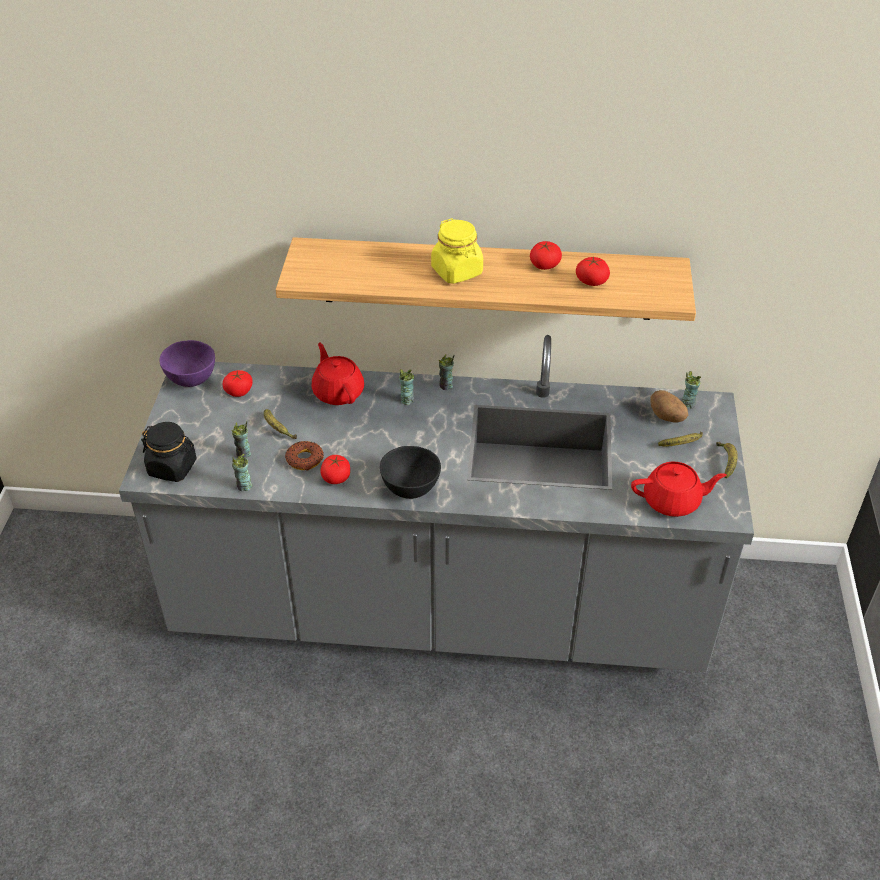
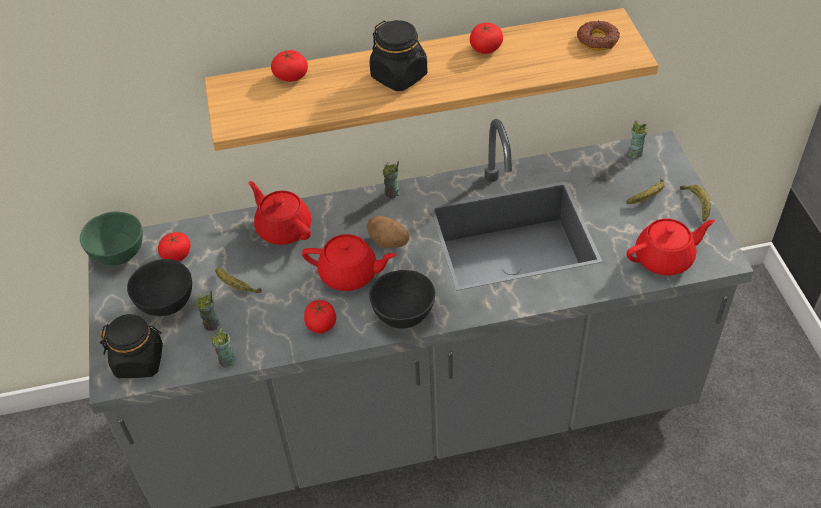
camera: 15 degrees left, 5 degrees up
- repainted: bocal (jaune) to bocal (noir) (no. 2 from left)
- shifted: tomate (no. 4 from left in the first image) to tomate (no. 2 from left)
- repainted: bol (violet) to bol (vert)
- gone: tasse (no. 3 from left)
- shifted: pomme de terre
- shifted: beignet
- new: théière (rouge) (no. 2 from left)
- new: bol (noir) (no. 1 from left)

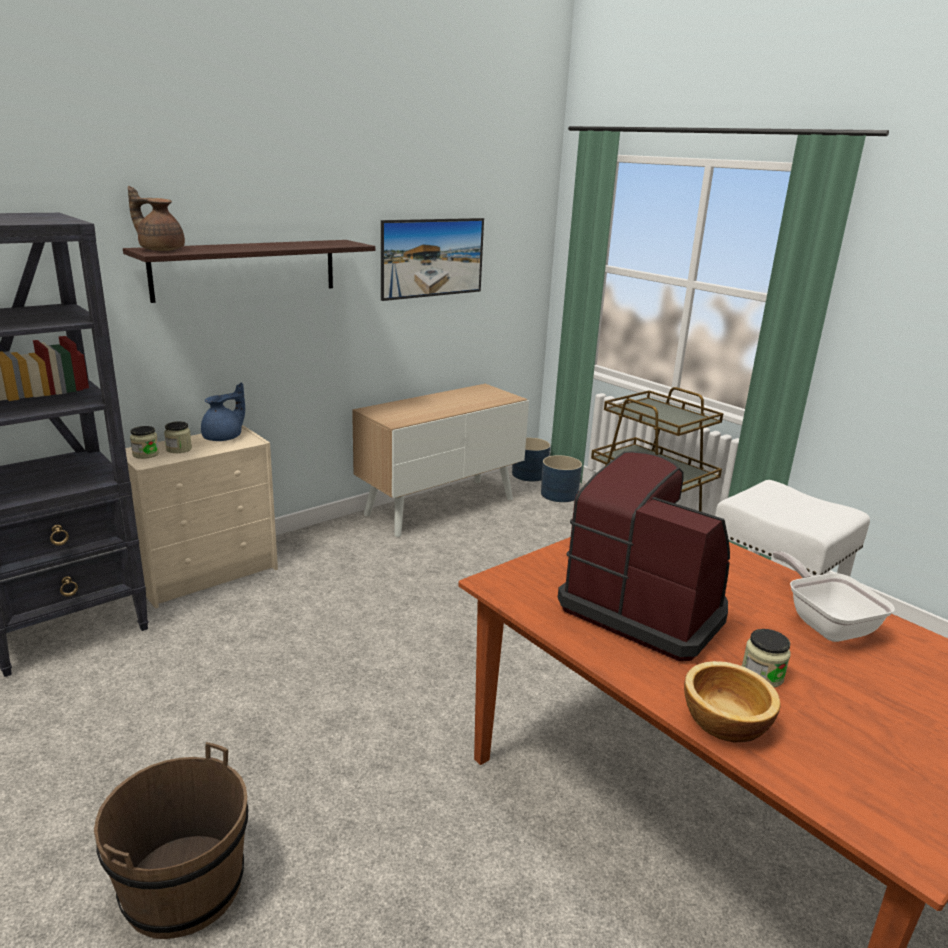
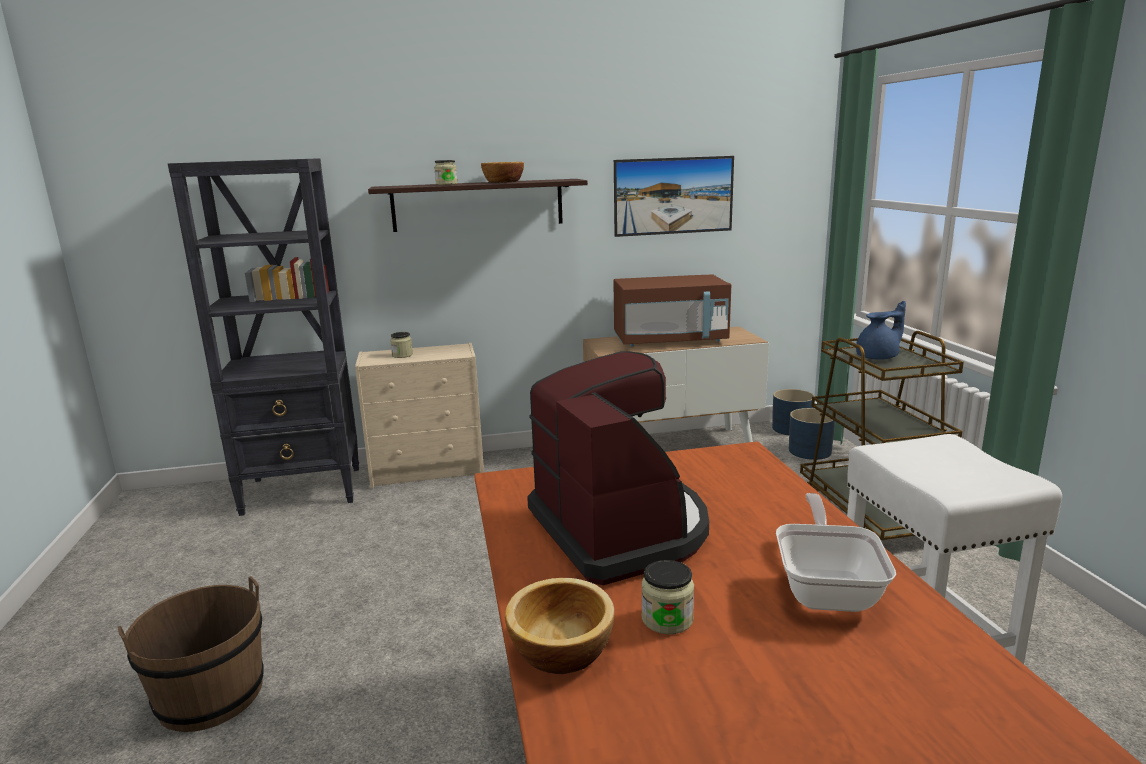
camera: 30 degrees right, 5 degrees down
- gone: théière (marron)
- shifted: théière (bleu)
- shifted: bocal (no. 1 from left in the first image) to bocal (no. 2 from left)
- new: bol (no. 1 from left)
- new: micro-ondes (marron)

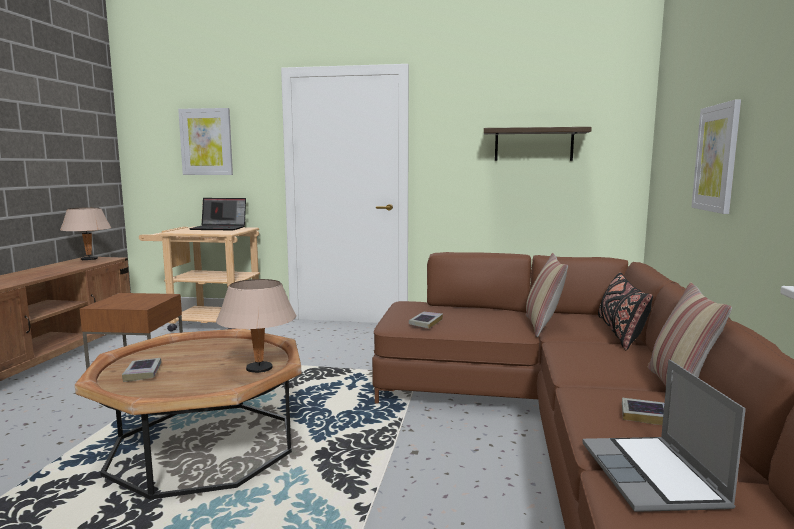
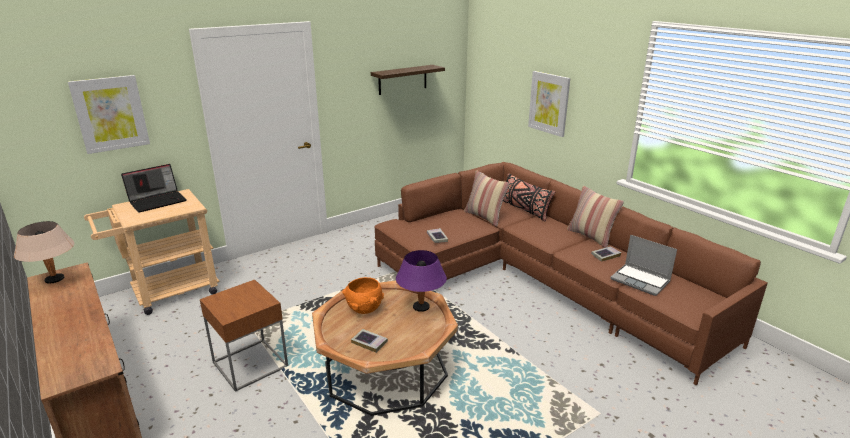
camera: 45 degrees left, 15 degrees up
- repainted: lampe de table (beige) (no. 2 from left) to lampe de table (violet)
- new: bol (orange)

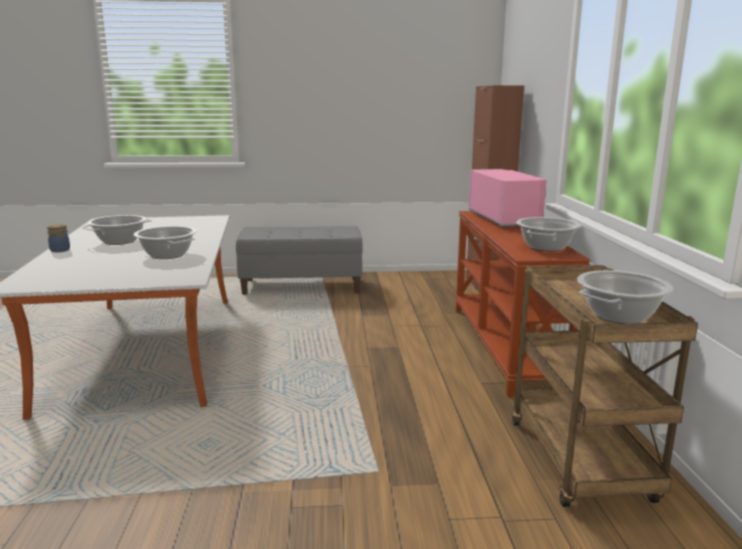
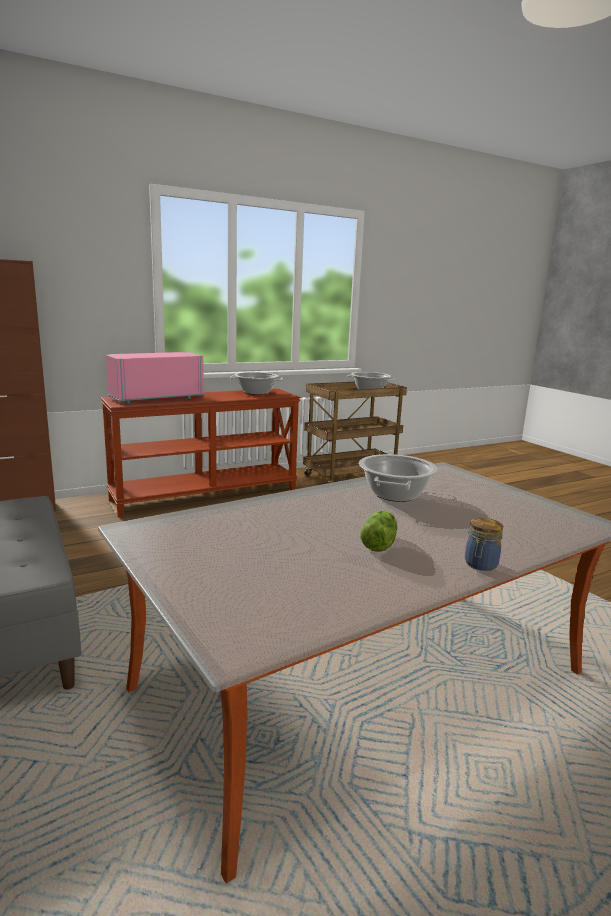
camera: 115 degrees left, 0 degrees up
- swapped: marmite (no. 1 from left) to laitue

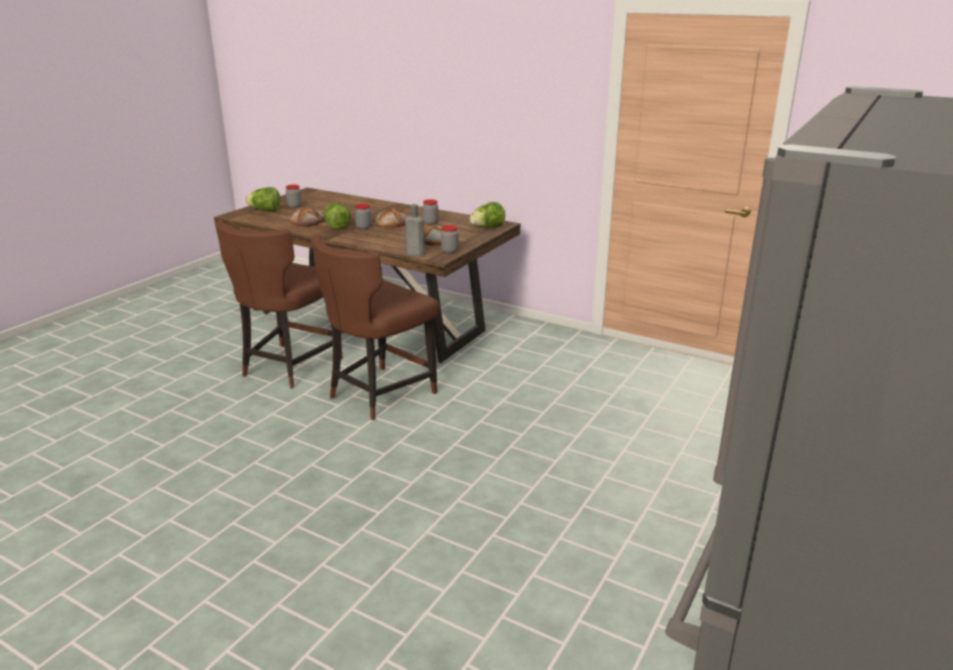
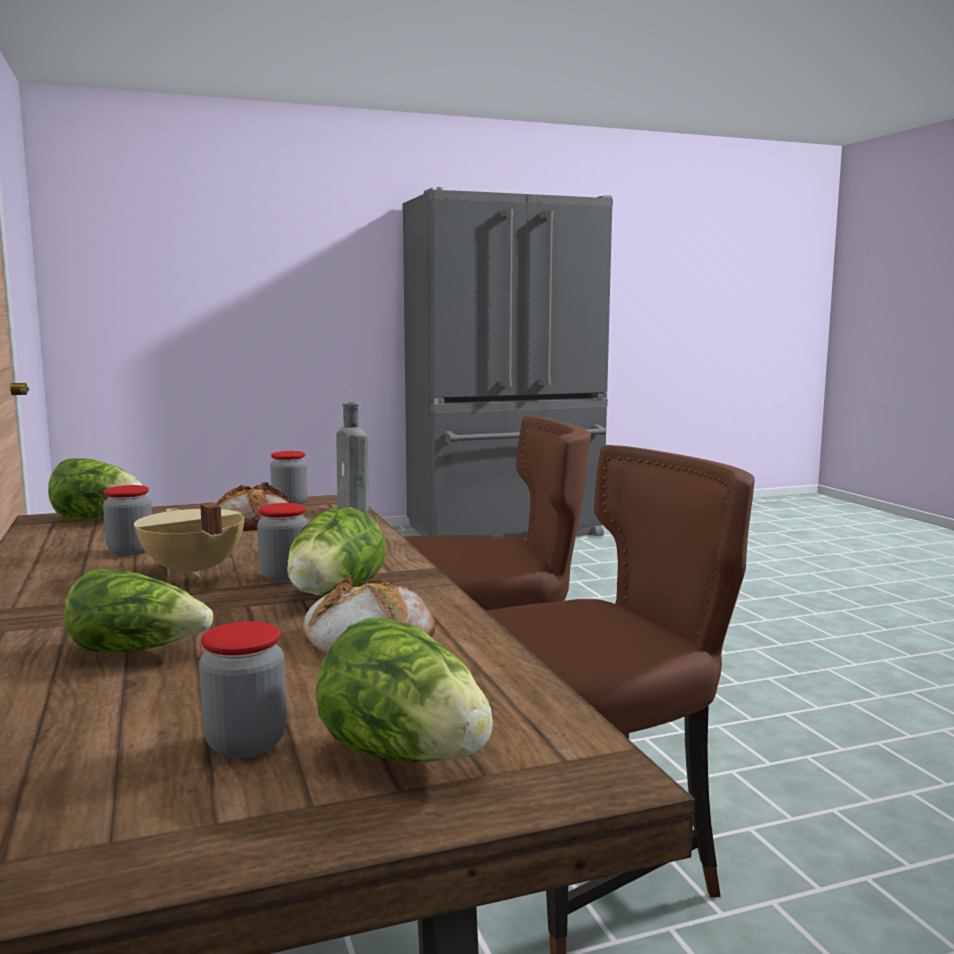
camera: 140 degrees left, 15 degrees down
- swapped: pain (no. 2 from left) to marmite (beige)
- new: laitue (no. 2 from left)

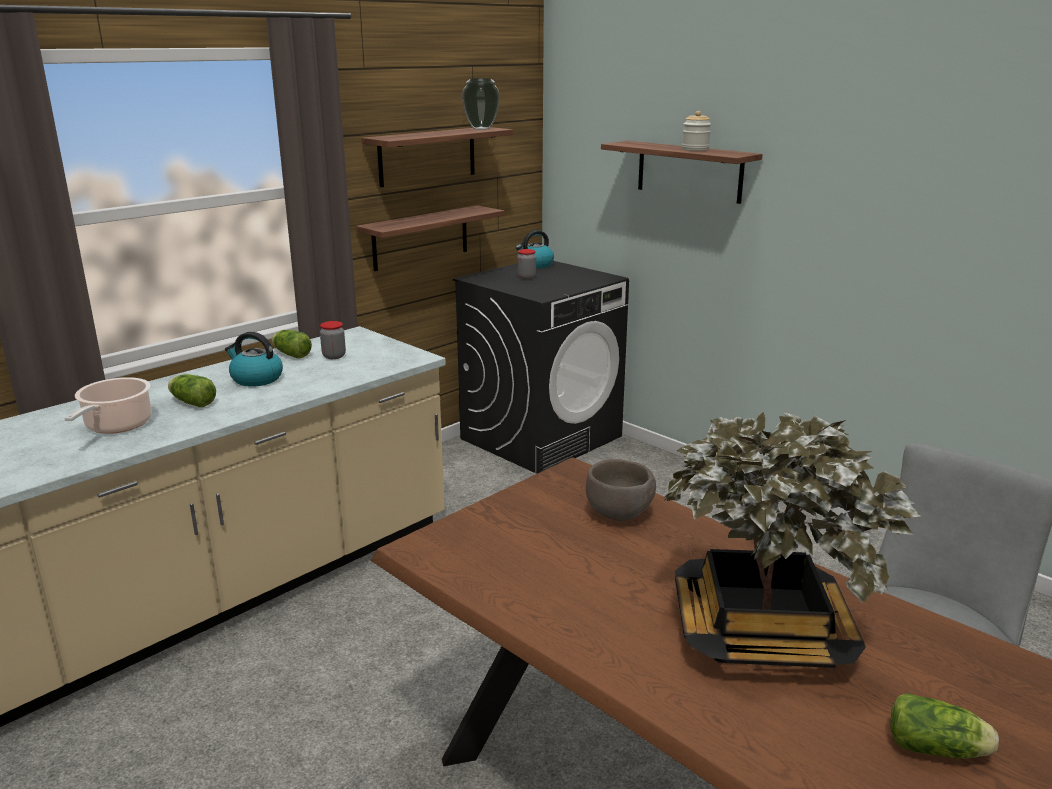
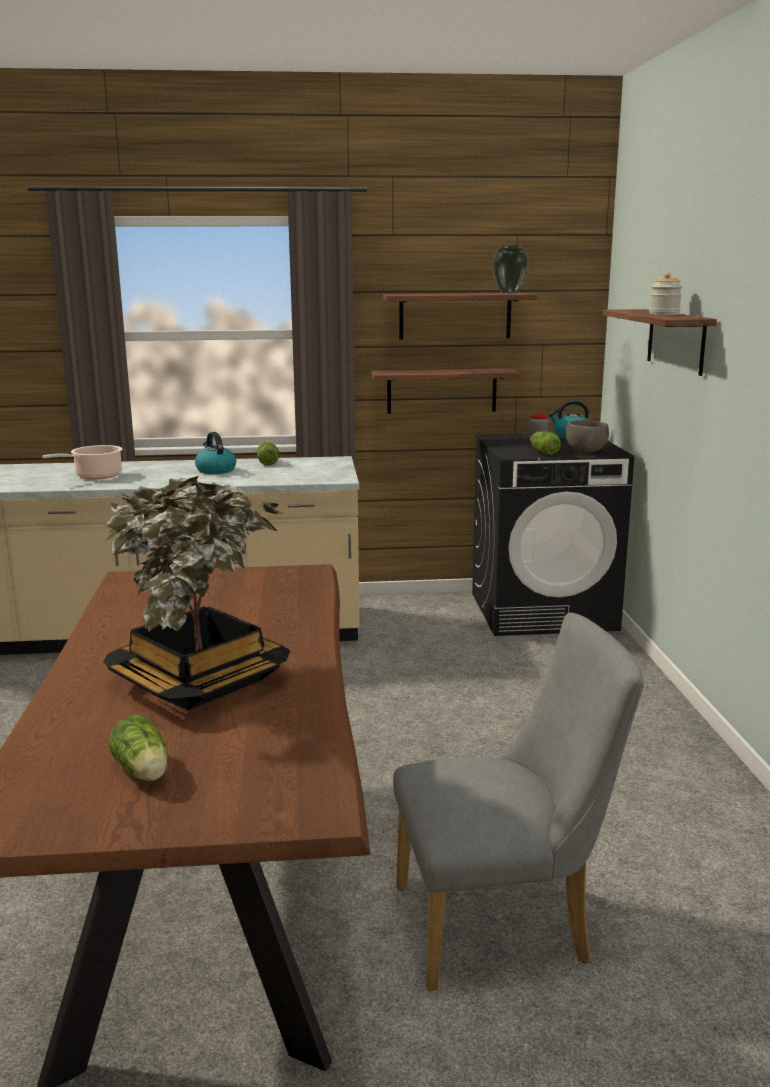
camera: 40 degrees right, 5 degrees down
- gone: bocal (no. 1 from left)
- shifted: laitue (no. 1 from left in the first image) to laitue (no. 3 from left)
- shifted: bol (marron)

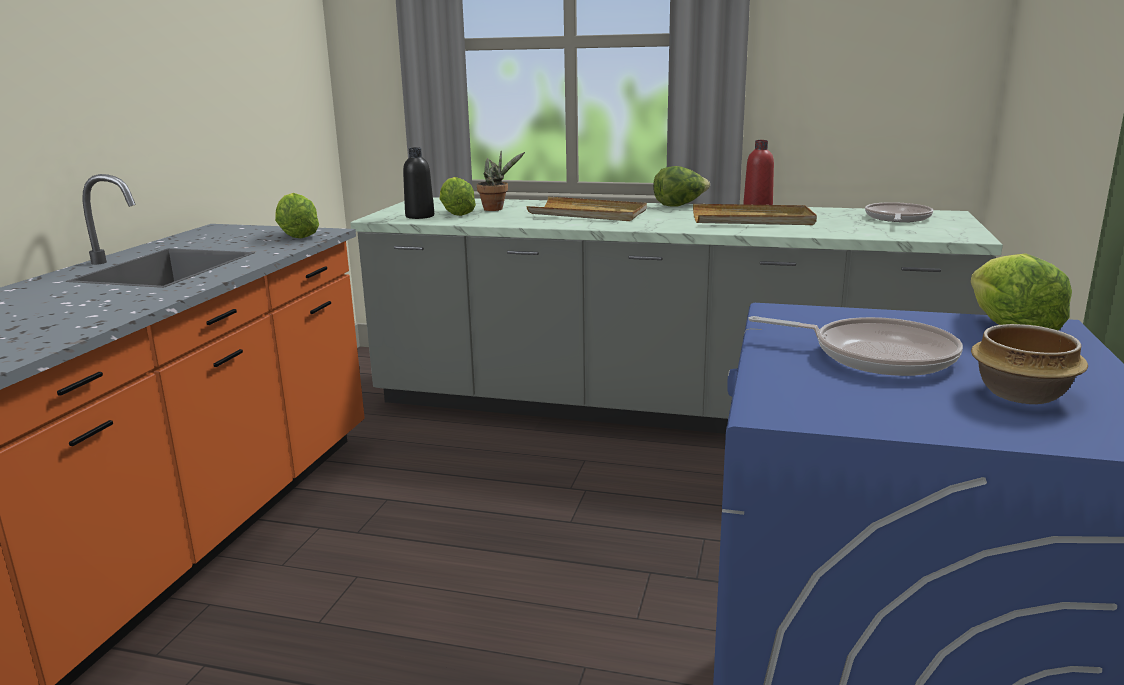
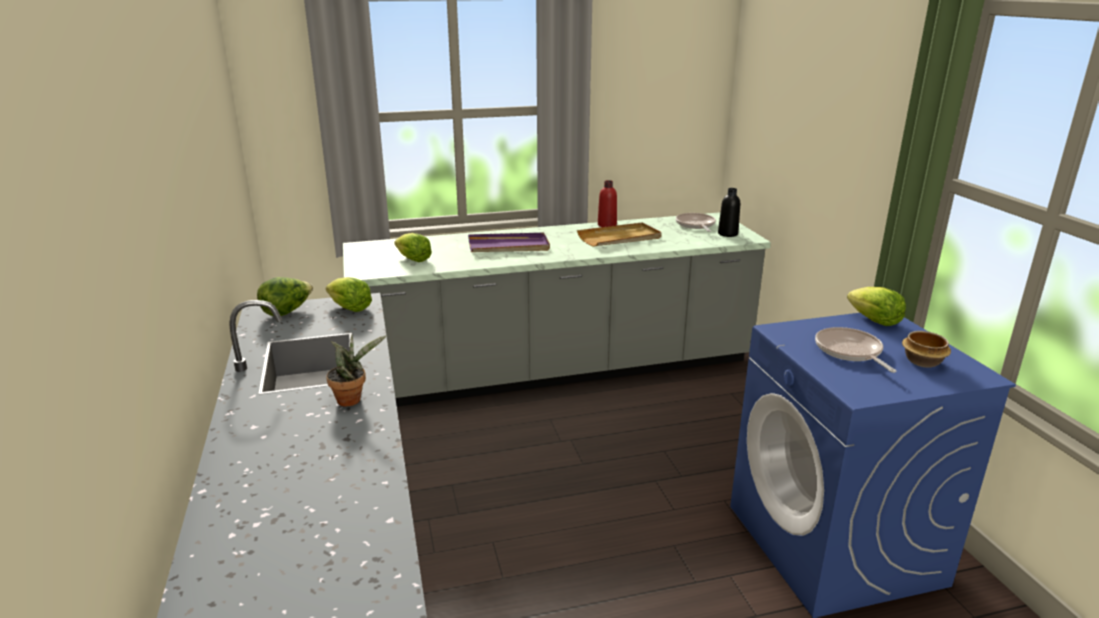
camera: 30 degrees left, 5 degrees up
- shifted: bouteille (noir)
- shifted: plante en pot
- shifted: laitue (no. 3 from left in the first image) to laitue (no. 1 from left)
- repainted: plateau (beige) (no. 1 from left) to plateau (violet)
- rotated: poêle (no. 1 from left in the first image) 105 degrees counterclockwise

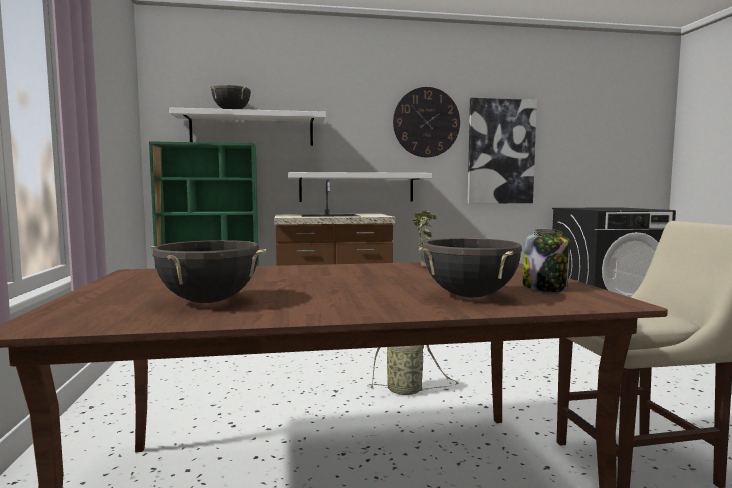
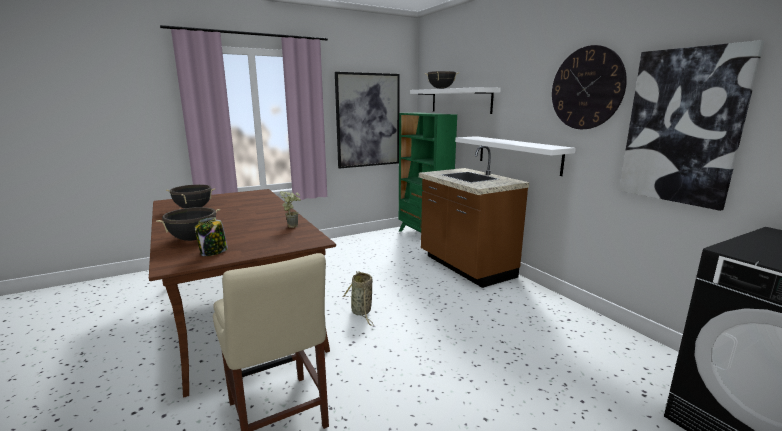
camera: 70 degrees right, 10 degrees up
- new: tableau (no. 1 from left)

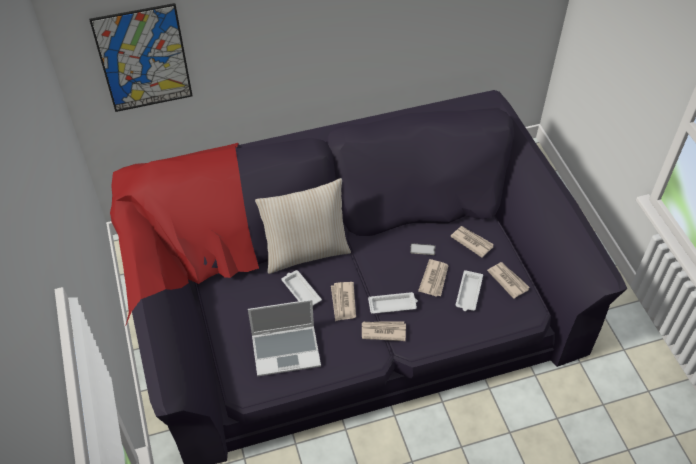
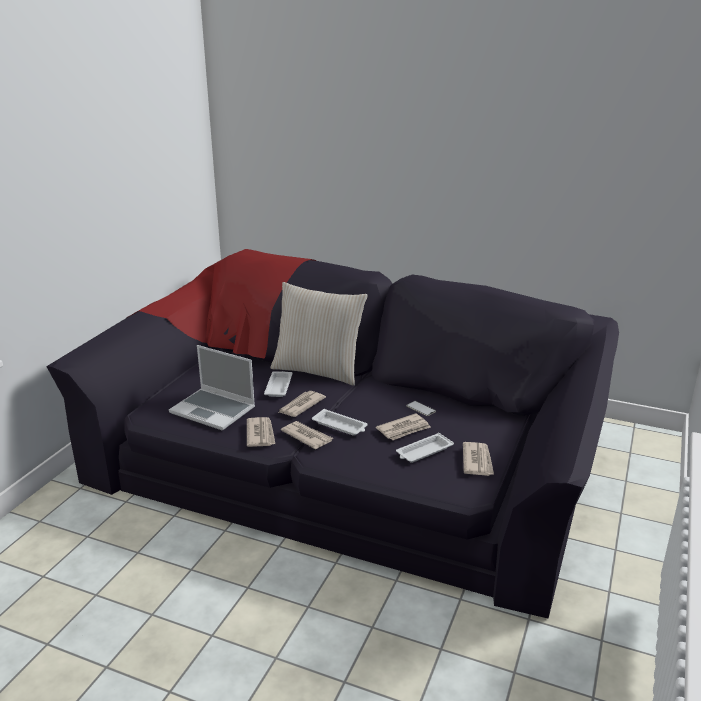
camera: 40 degrees right, 25 degrees down
- gone: tableau
- shifted: journal (no. 4 from left in the first image) to journal (no. 1 from left)

